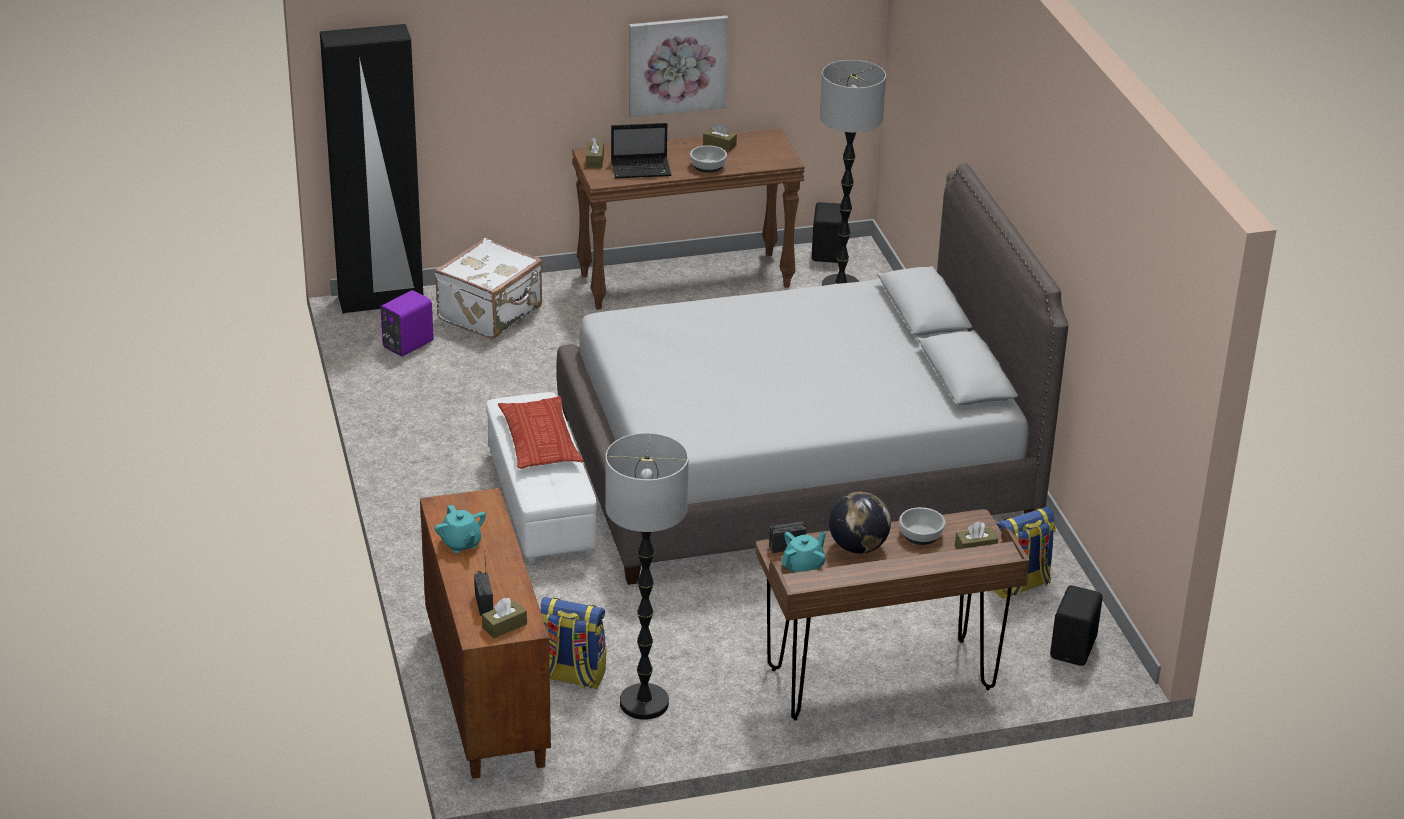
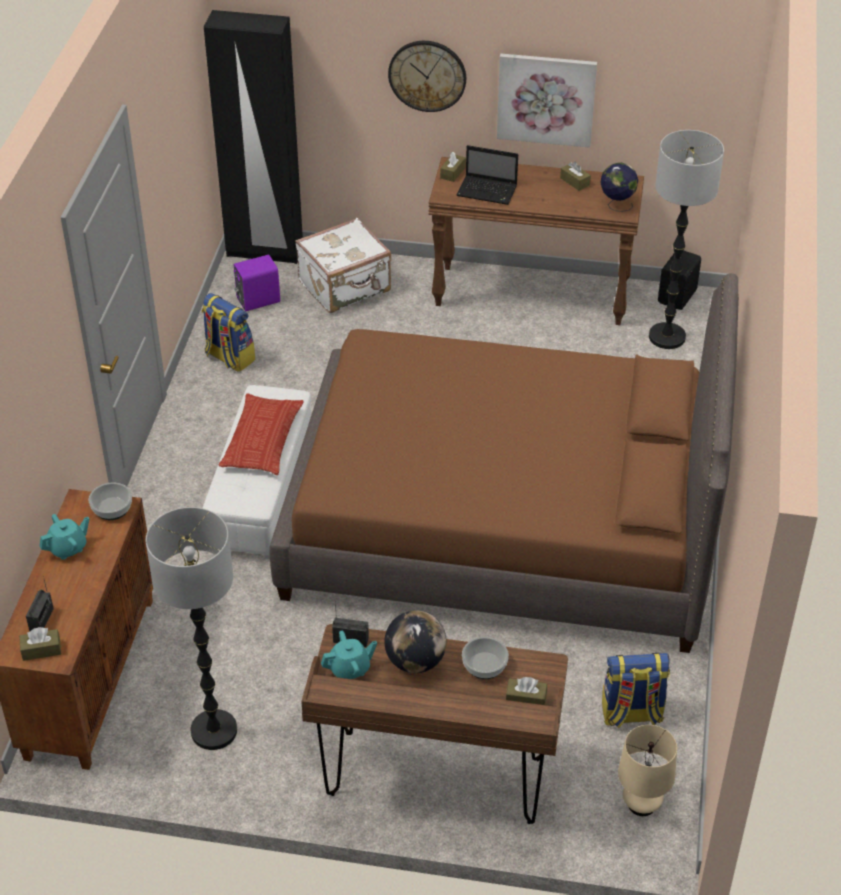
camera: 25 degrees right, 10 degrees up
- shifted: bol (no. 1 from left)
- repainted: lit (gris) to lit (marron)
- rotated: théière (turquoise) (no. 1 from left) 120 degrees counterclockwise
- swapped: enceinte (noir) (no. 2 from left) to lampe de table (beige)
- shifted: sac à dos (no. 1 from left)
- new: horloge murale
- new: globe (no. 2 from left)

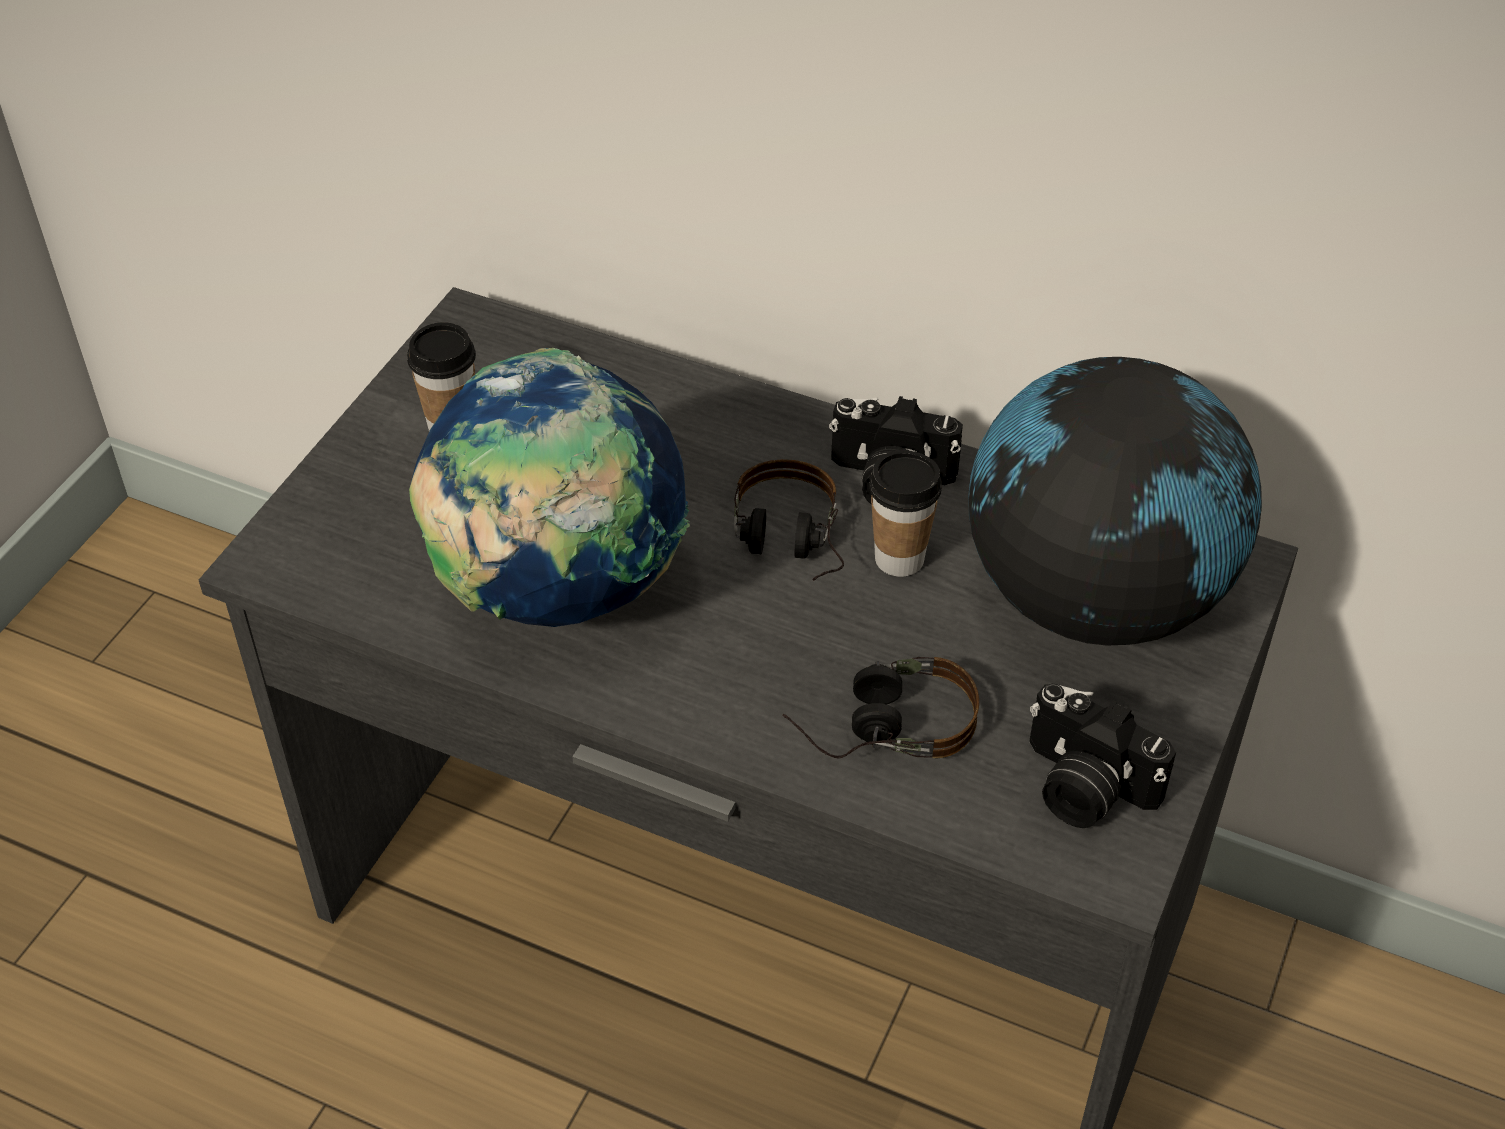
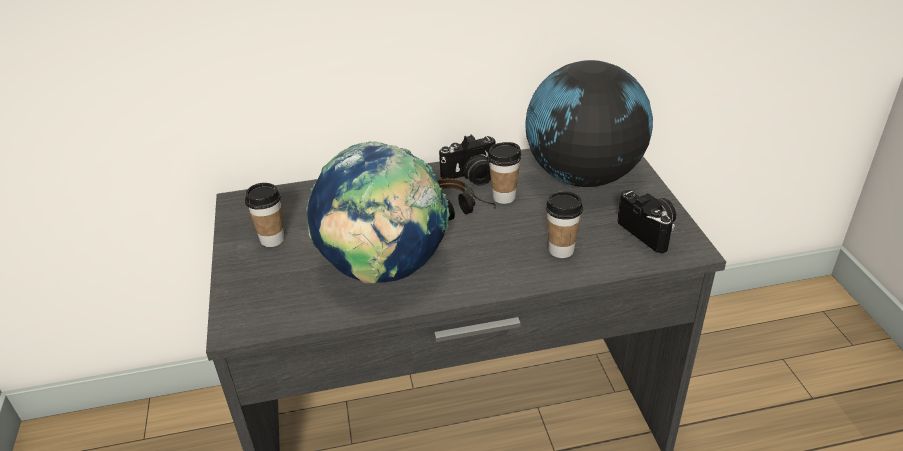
camera: 35 degrees left, 10 degrees down
- swapped: casque audio (no. 2 from left) to tasse (no. 3 from left)
- rotated: appareil photo (no. 2 from left) 120 degrees counterclockwise

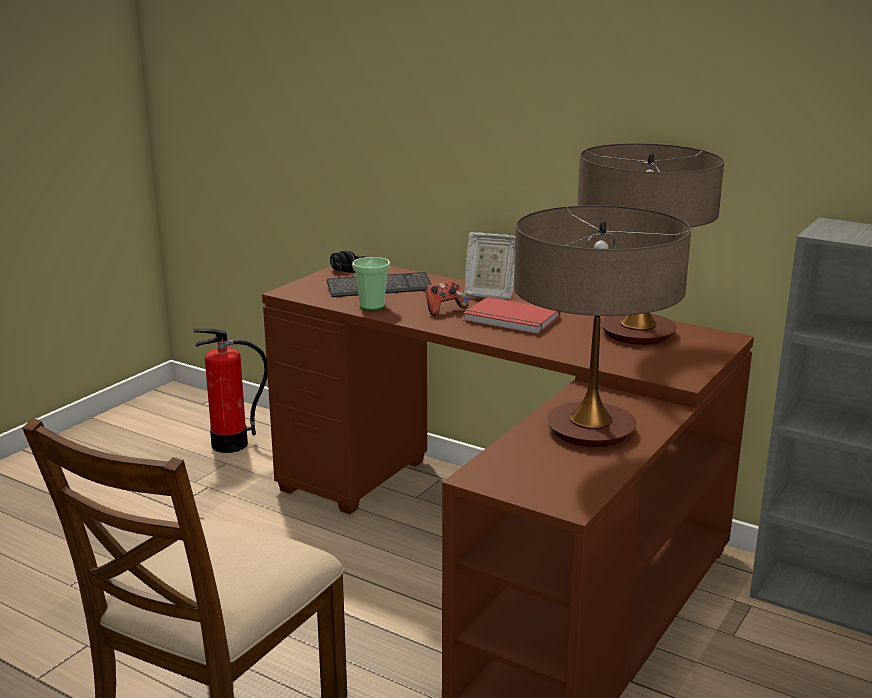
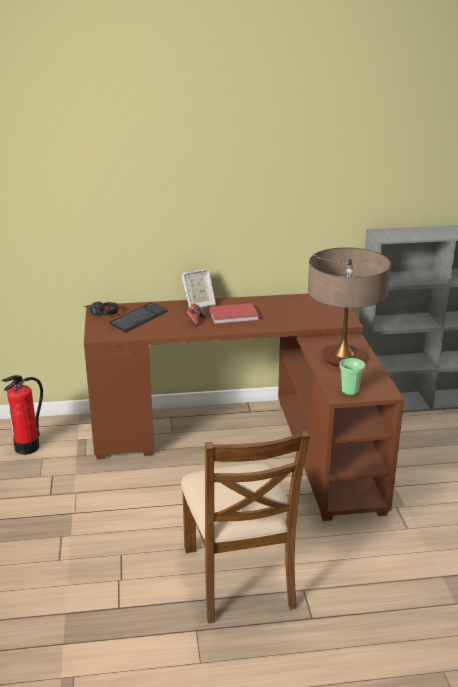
camera: 40 degrees left, 5 degrees up
- gone: lampe de table (no. 2 from left)
- shifted: tasse

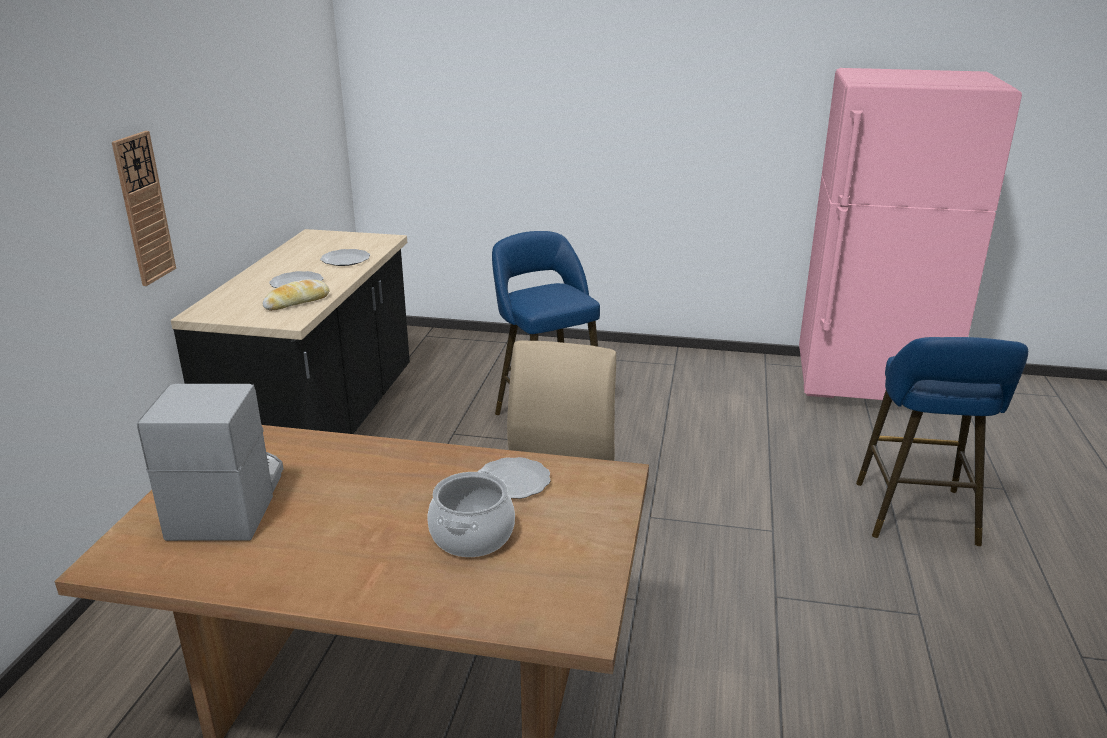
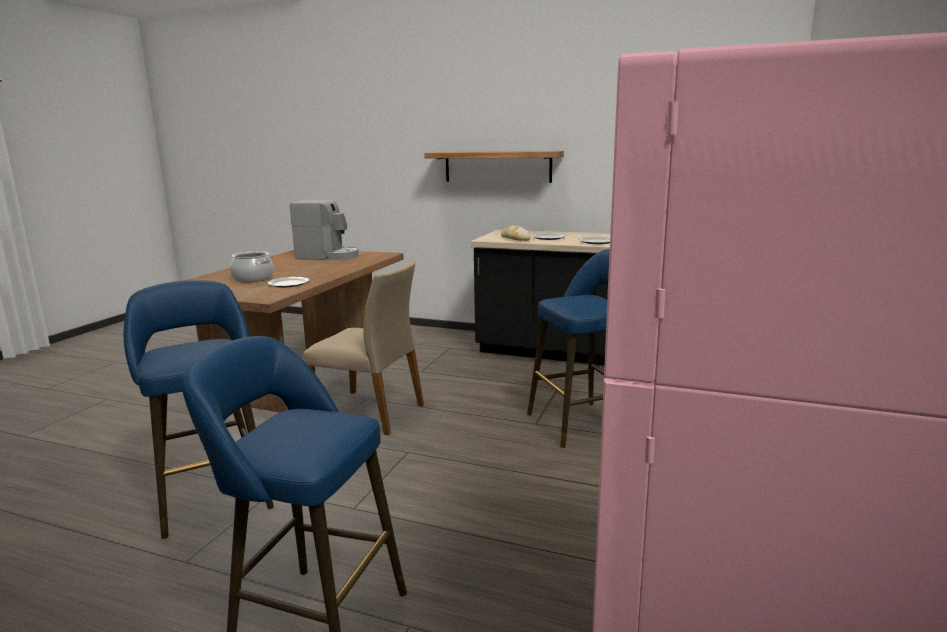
camera: 100 degrees right, 10 degrees down
- swapped: horloge murale to étagère
- new: tabouret (bleu) (no. 1 from left)

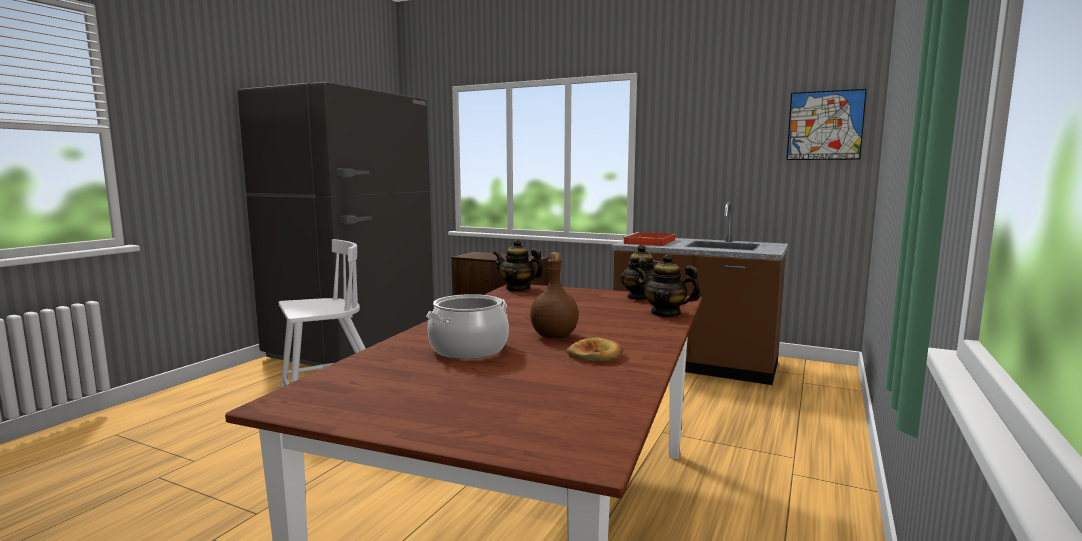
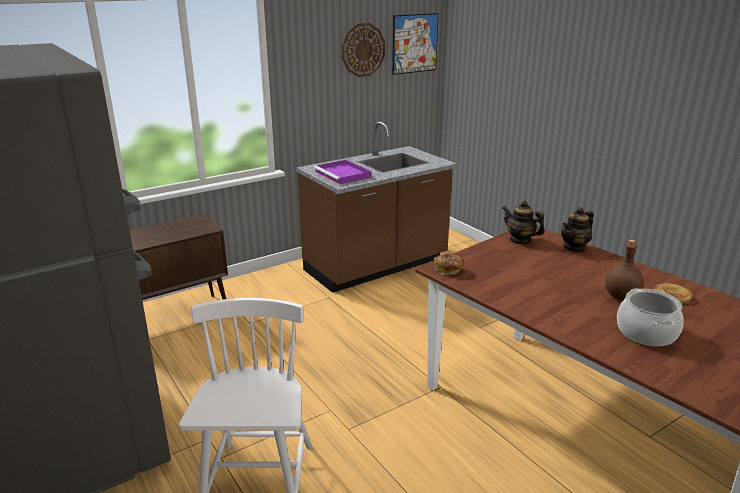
camera: 60 degrees left, 15 degrees up
- repainted: plateau (rouge) to plateau (violet)
- swapped: théière (no. 1 from left) to pain (no. 1 from left)
- new: horloge murale

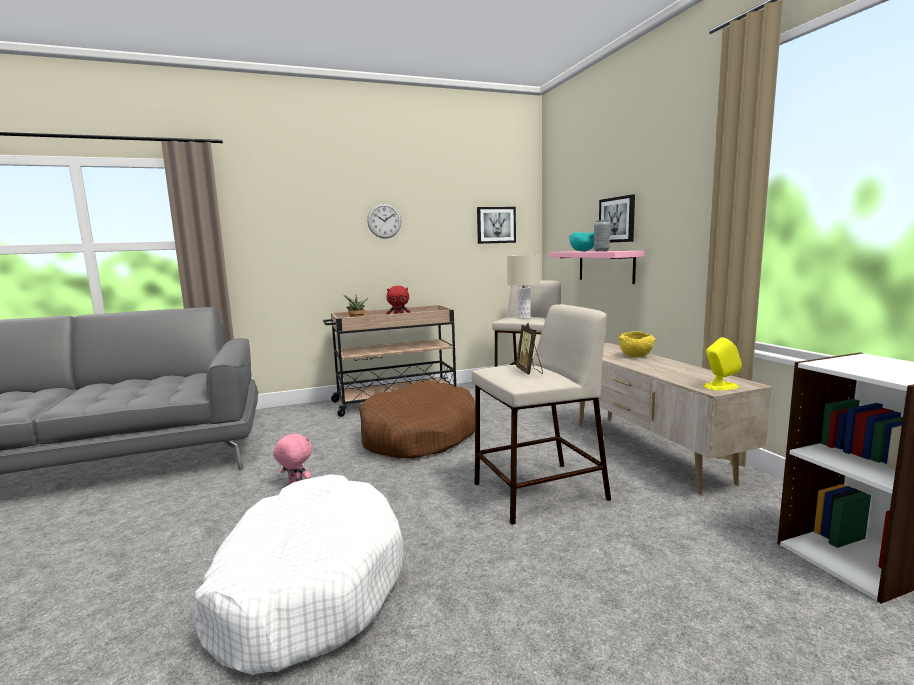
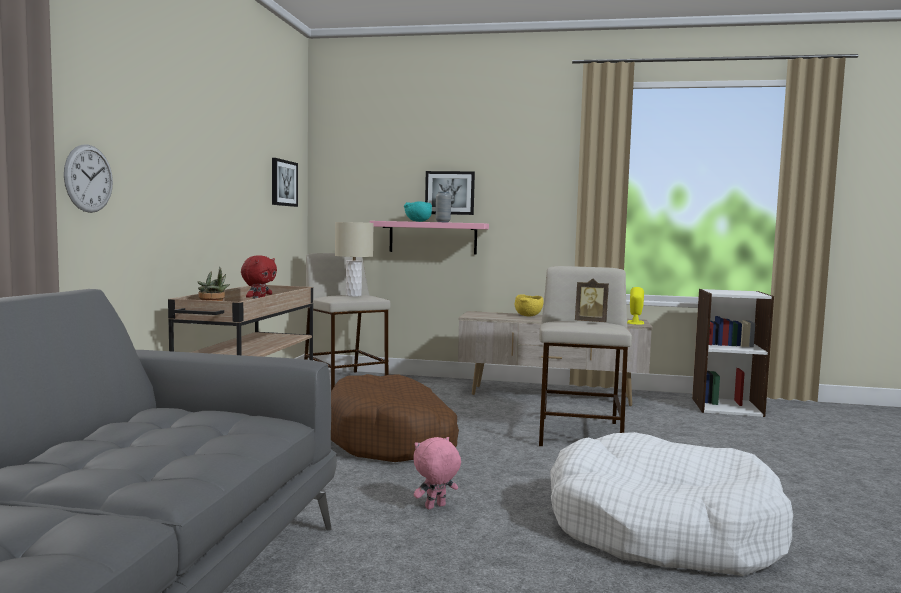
camera: 60 degrees left, 5 degrees down
- shifted: horloge murale

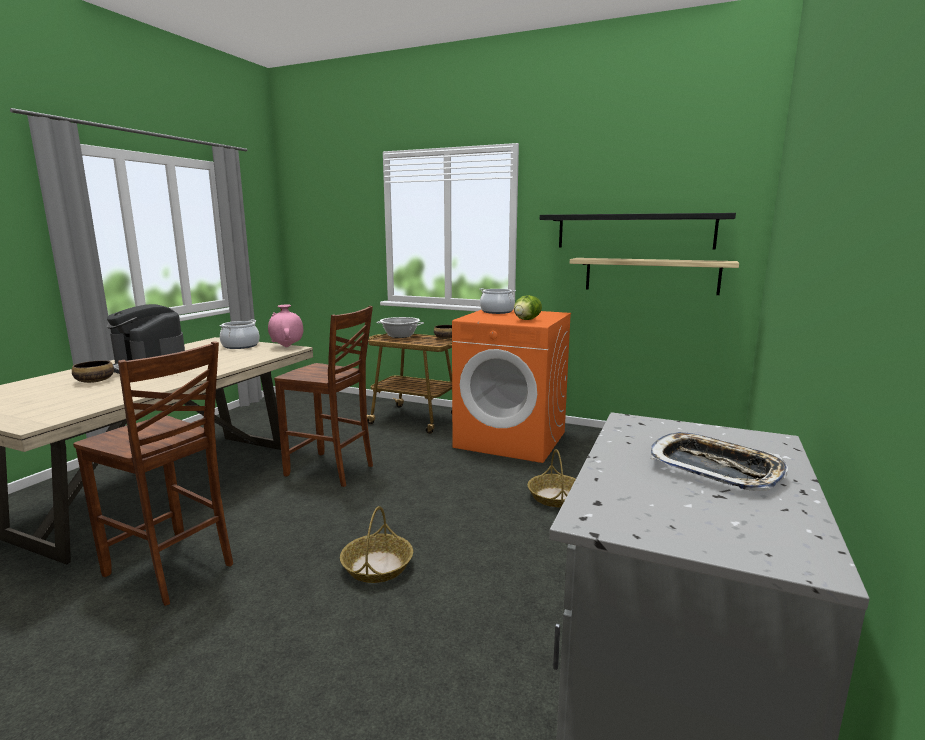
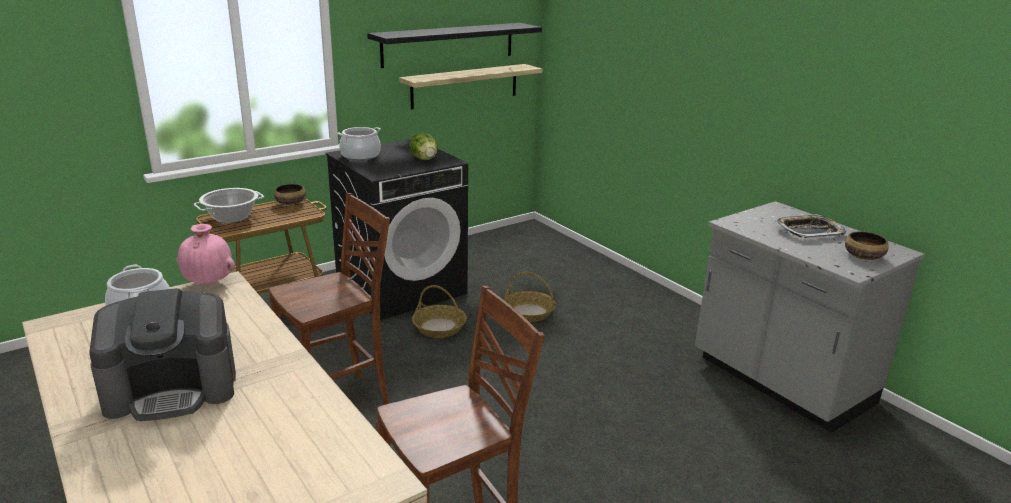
camera: 60 degrees left, 10 degrees up
- repainted: lave-linge (orange) to lave-linge (noir)
- shifted: bol (no. 1 from left in the first image) to bol (no. 2 from left)
- shifted: panier (no. 1 from left)

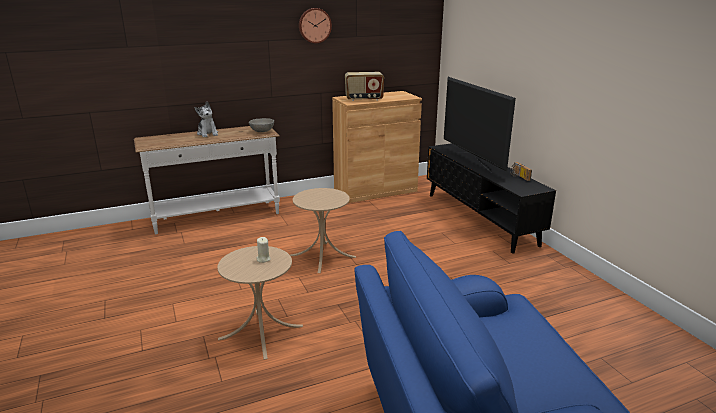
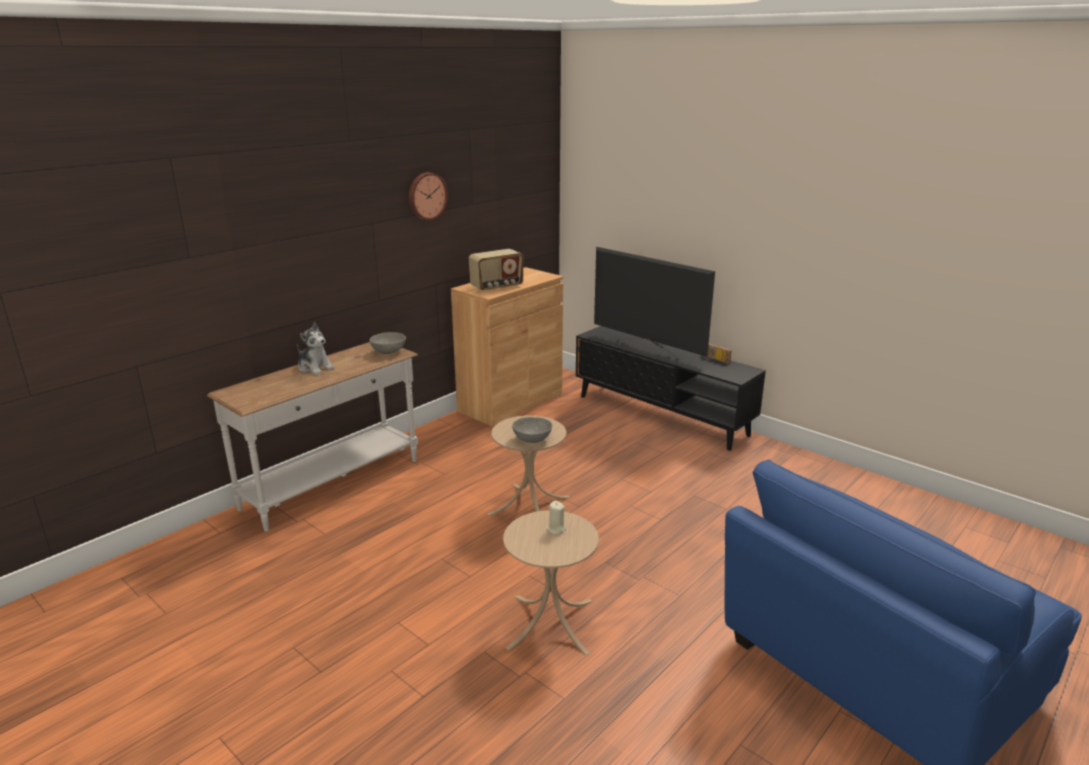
camera: 25 degrees left, 0 degrees up
- new: bol (gris) (no. 2 from left)

